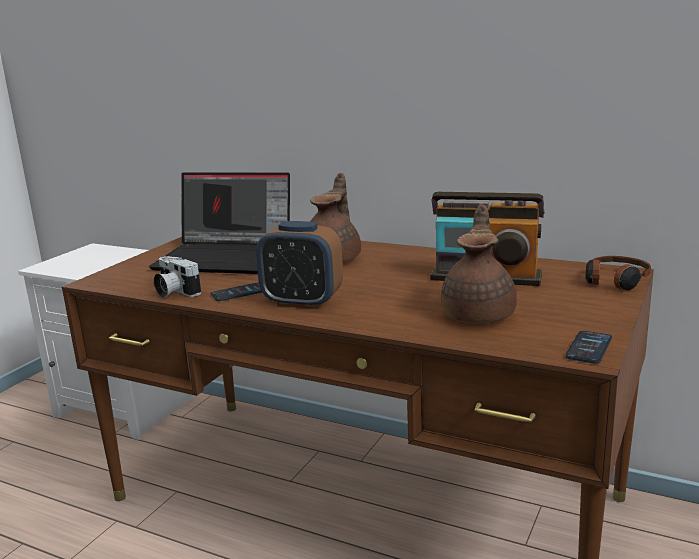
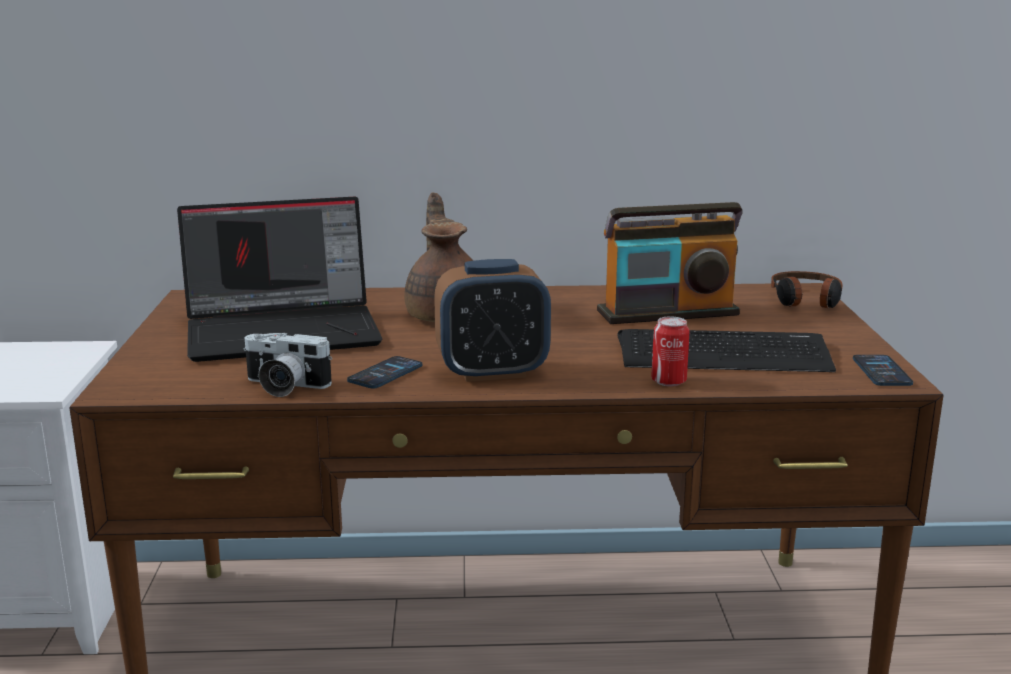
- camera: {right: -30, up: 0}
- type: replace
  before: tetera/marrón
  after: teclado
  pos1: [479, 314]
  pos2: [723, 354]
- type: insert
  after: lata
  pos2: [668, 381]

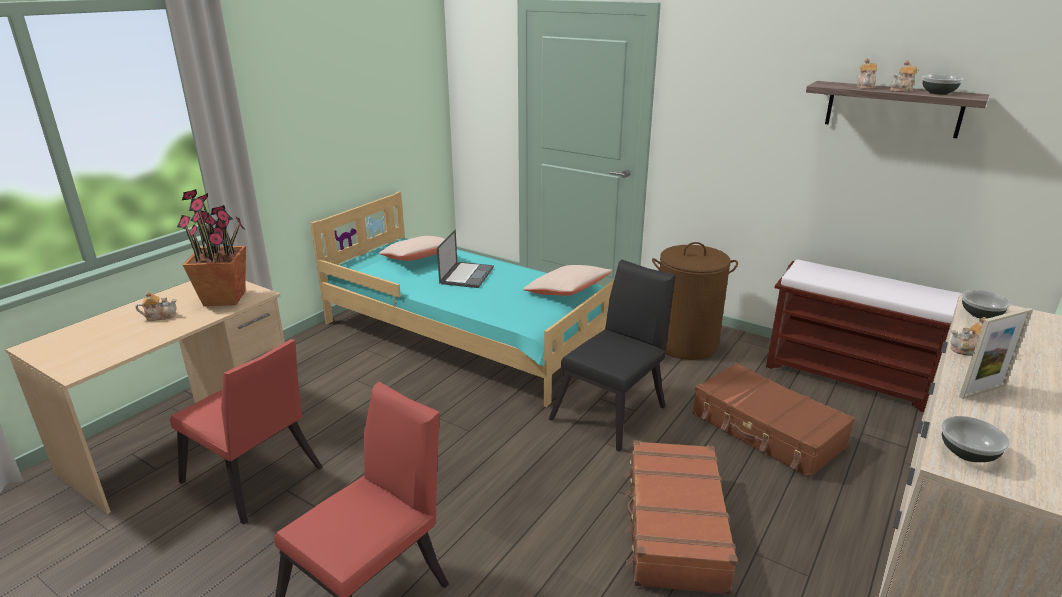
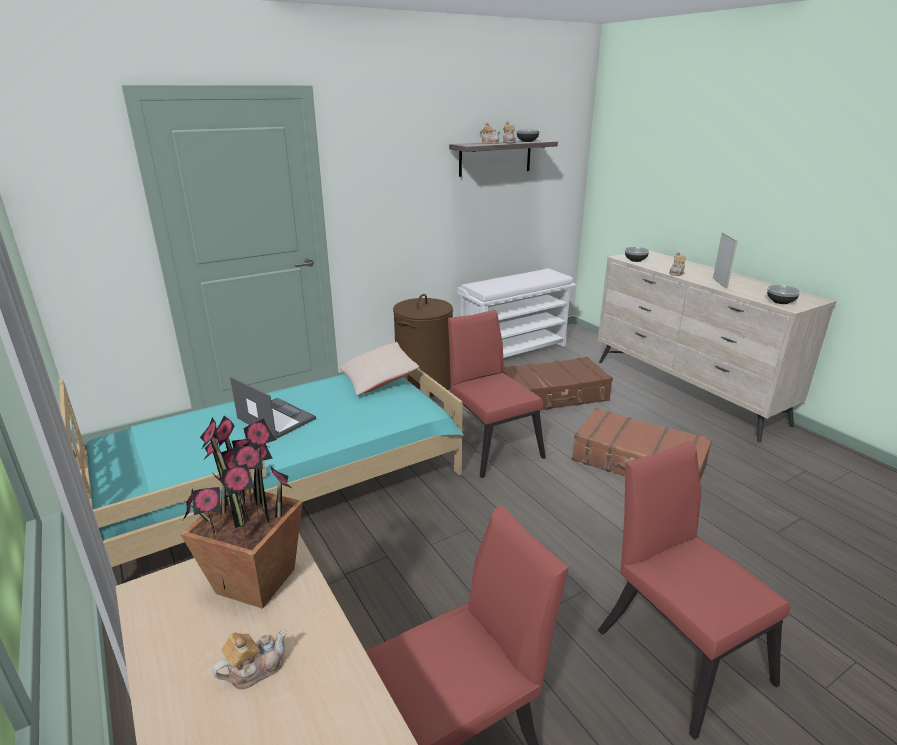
- camera: {right: -65, up: 0}
- type: delete
  before: cojín/beis
  pos1: [418, 259]
- type: recolor
  before: banco/marrón
  after: banco/blanco
  pos1: [849, 376]
  pos2: [514, 349]
- type: recolor
  before: silla/negro
  after: silla/rojo
  pos1: [613, 410]
  pos2: [490, 443]
- type: rotate
  before: tetera
  pos1: [160, 316]
  pos2: [254, 669]
  turn: 45

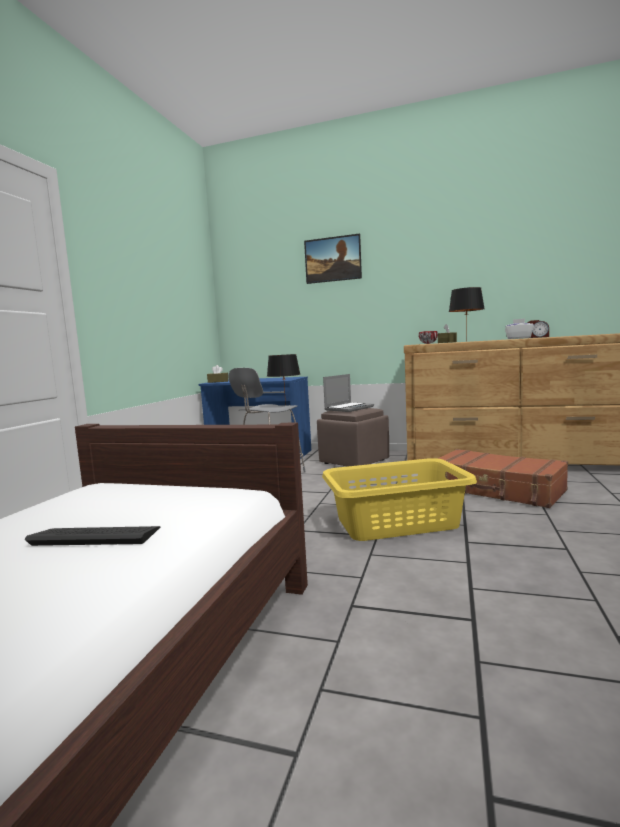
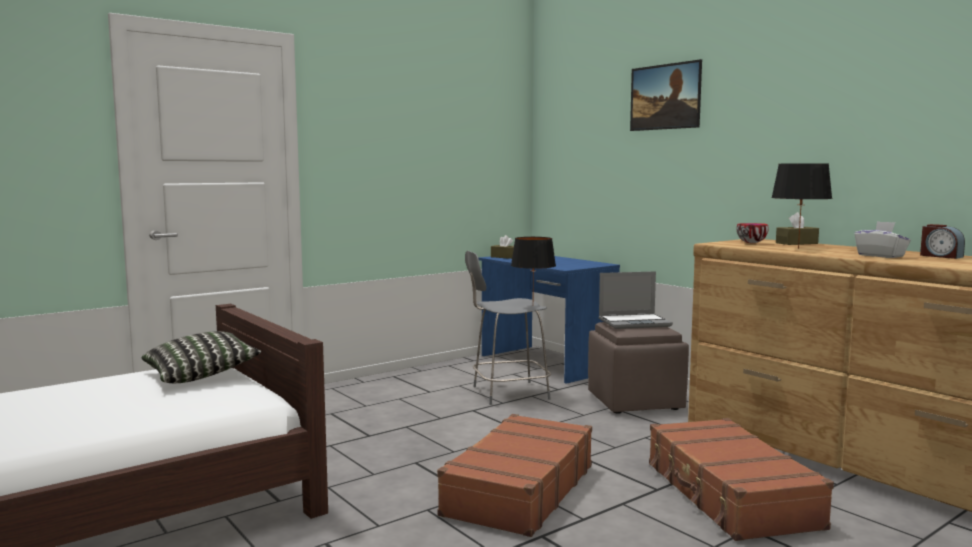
- camera: {right: 35, up: 0}
- type: replace
  before: cesto de la ropa/amarillo
  after: maleta/marrón
  pos1: [397, 523]
  pos2: [518, 490]
- type: delete
  before: teclado
  pos1: [96, 536]
- type: insert
  after: cojín
  pos2: [201, 375]

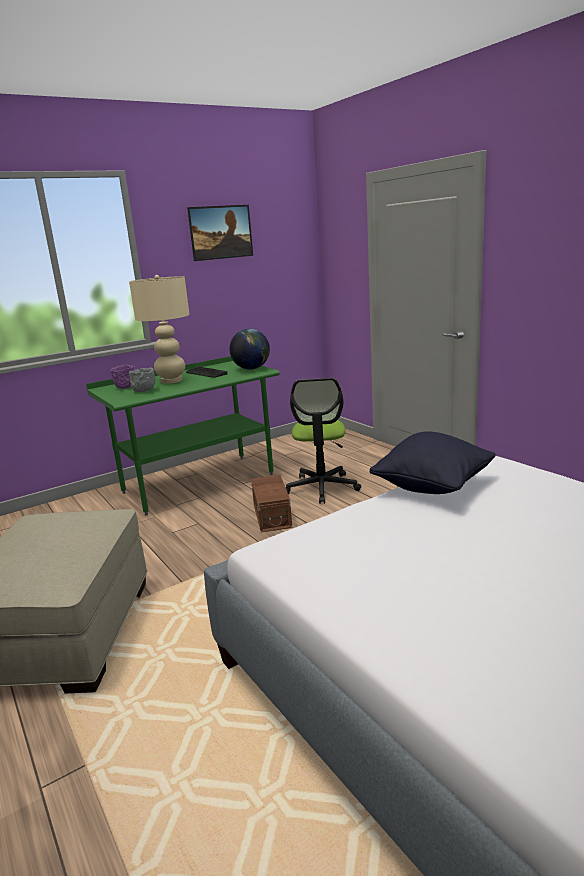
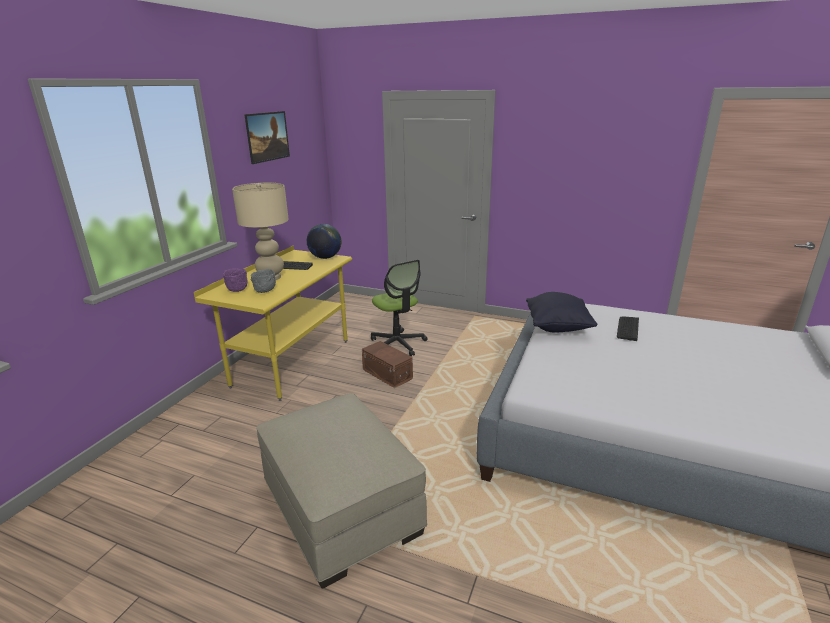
- camera: {right: -35, up: 5}
- type: recolor
  before: escritorio/verde
  after: escritorio/amarillo
  pos1: [198, 483]
  pos2: [292, 363]
- type: insert
  after: teclado
  pos2: [627, 328]

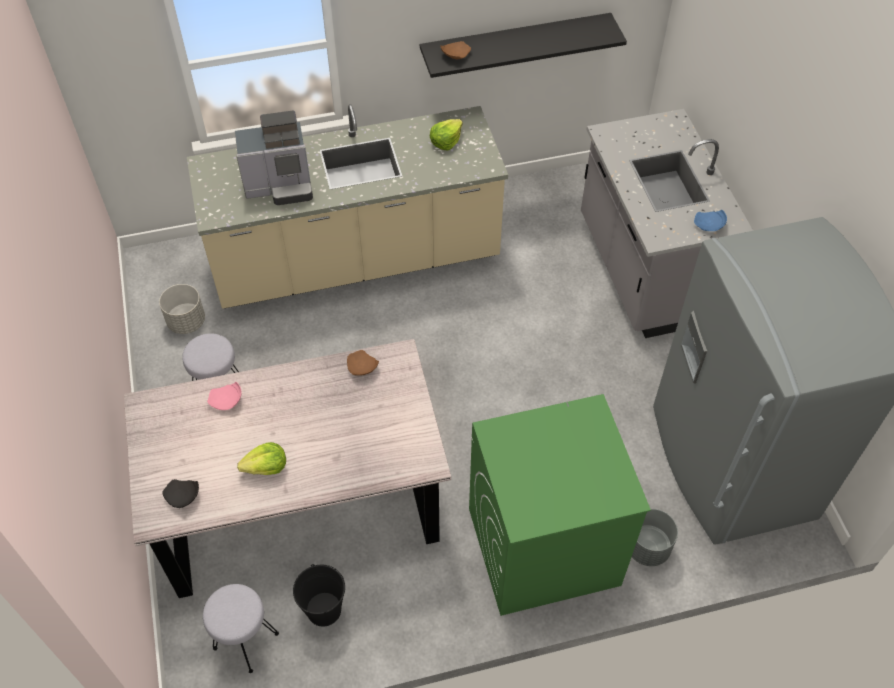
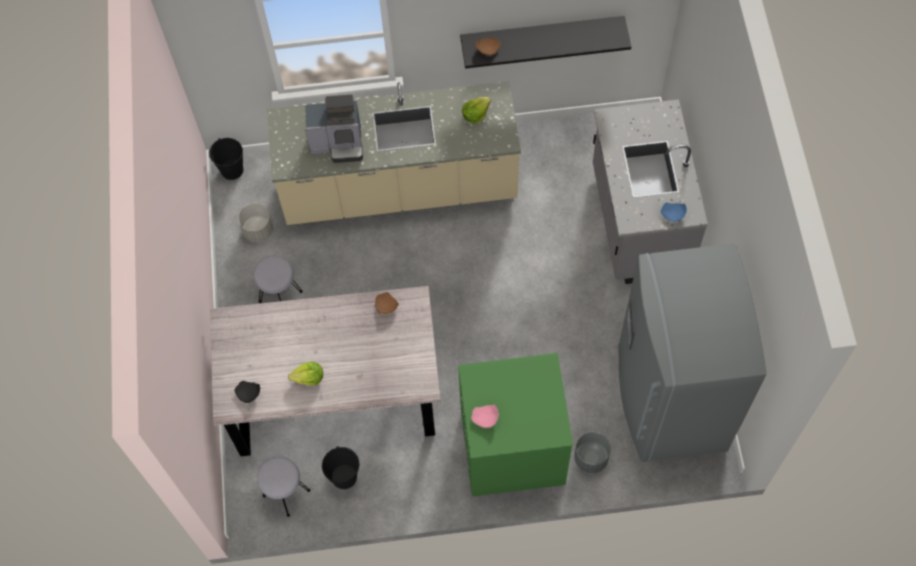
- camera: {right: 10, up: 10}
- type: move
  before: plato/rosa
  pos1: [226, 401]
  pos2: [485, 418]
- type: insert
  after: cubo/negro
  pos2: [232, 169]

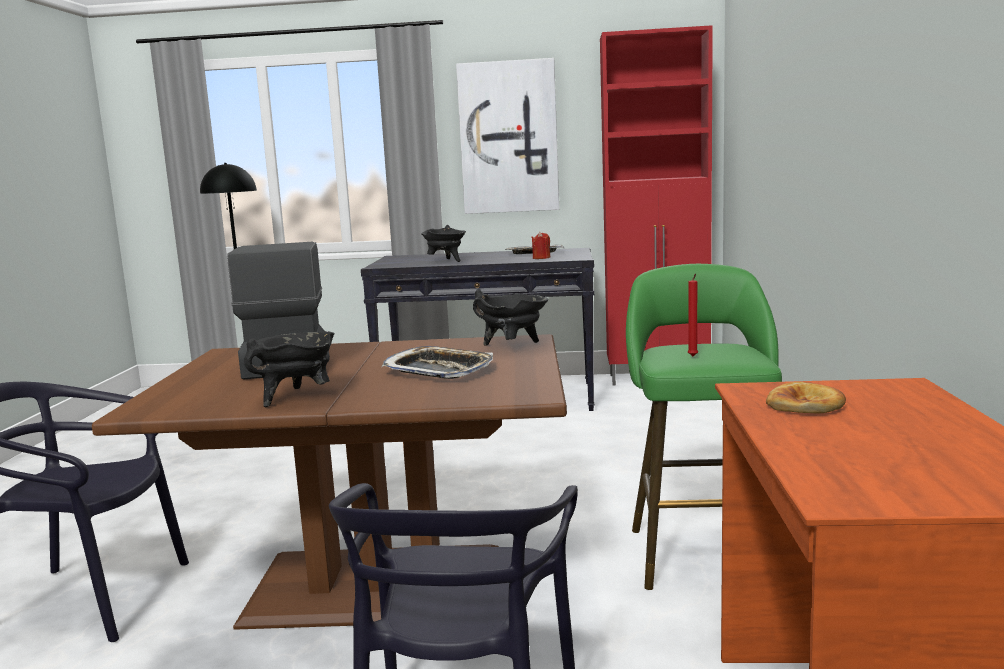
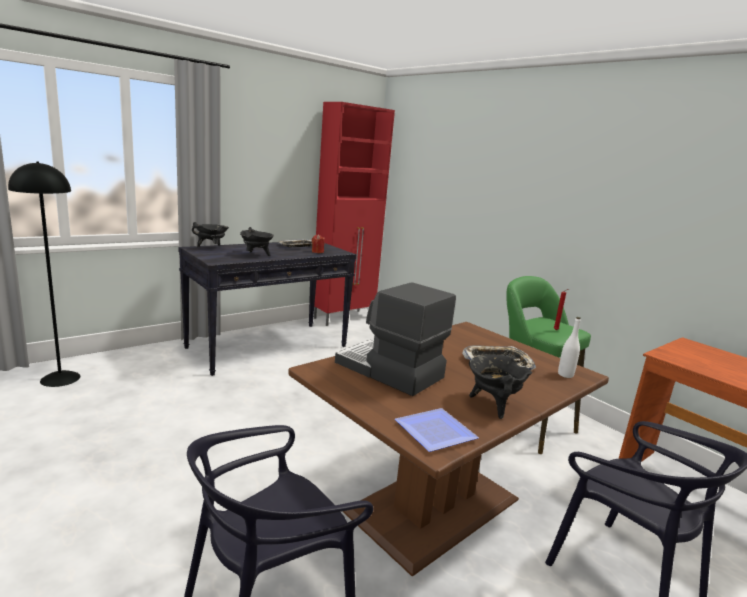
- camera: {right: -45, up: 5}
- type: delete
  before: cuadro
  pos1: [508, 137]
- type: move
  before: olla/negro
  pos1: [512, 347]
  pos2: [211, 247]
- type: delete
  before: pan
  pos1: [805, 405]
- type: insert
  after: botella/blanco
  pos2: [565, 375]
- type: insert
  after: plato
  pos2: [434, 434]

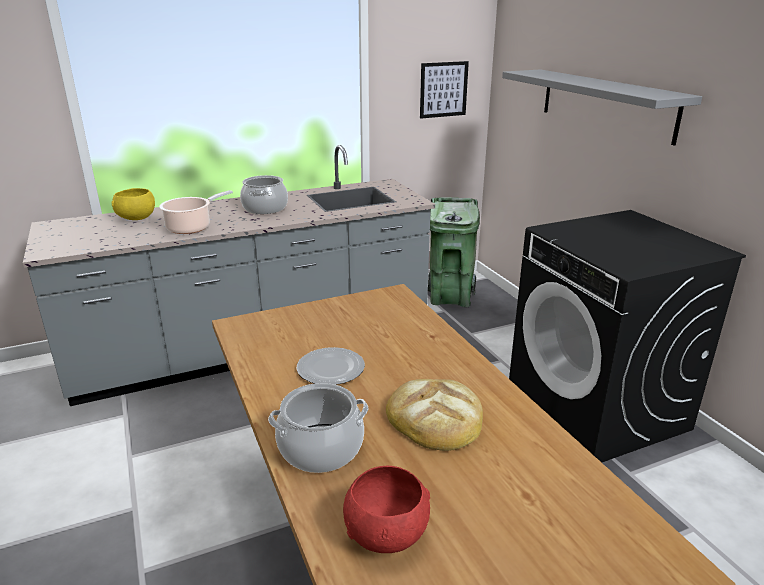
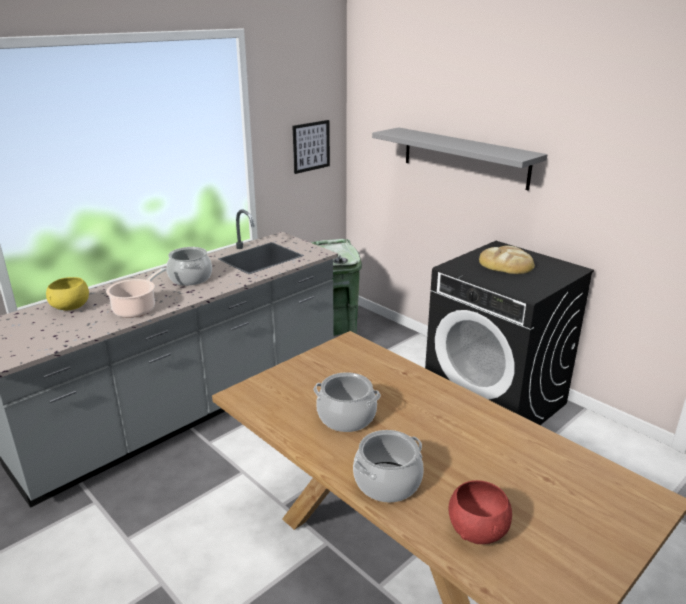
- camera: {right: -20, up: 0}
- type: replace
  before: plato
  after: olla
  pos1: [329, 369]
  pos2: [346, 417]
- type: move
  before: pan
  pos1: [435, 417]
  pos2: [506, 264]

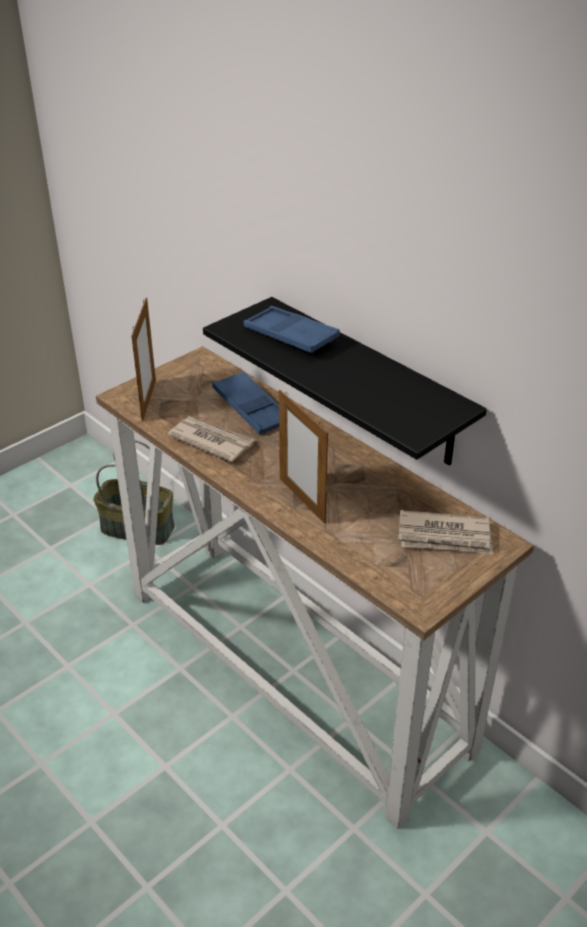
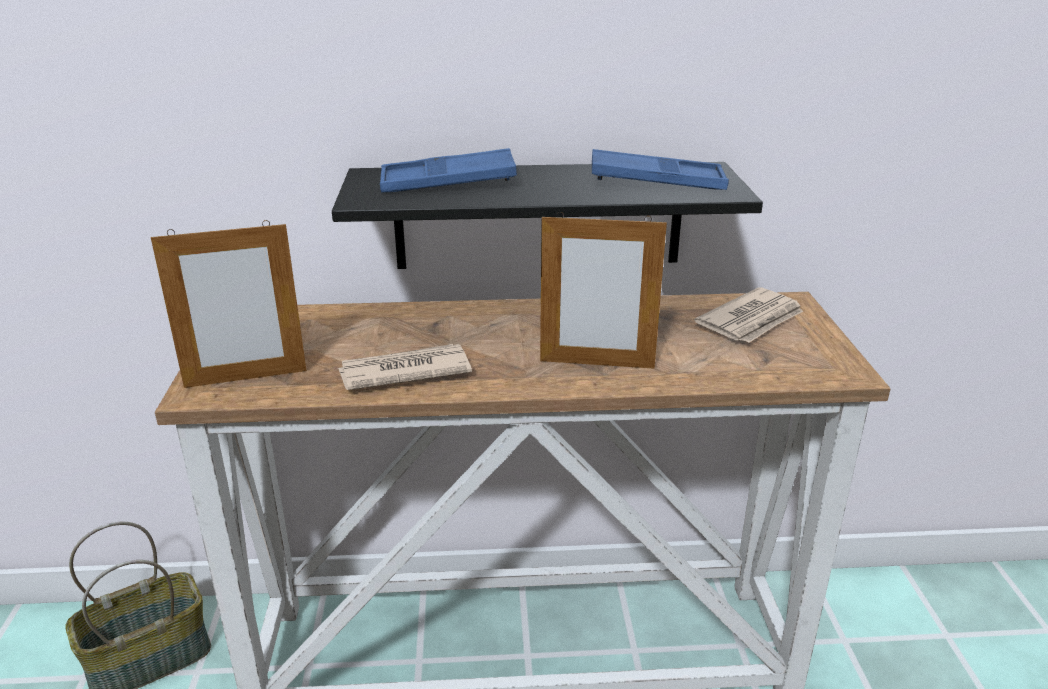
- camera: {right: -50, up: -10}
- type: rotate
  before: portarretratos
  pos1: [148, 400]
  pos2: [246, 378]
  turn: 120
- type: move
  before: bandeja/azul
  pos1: [251, 408]
  pos2: [656, 181]

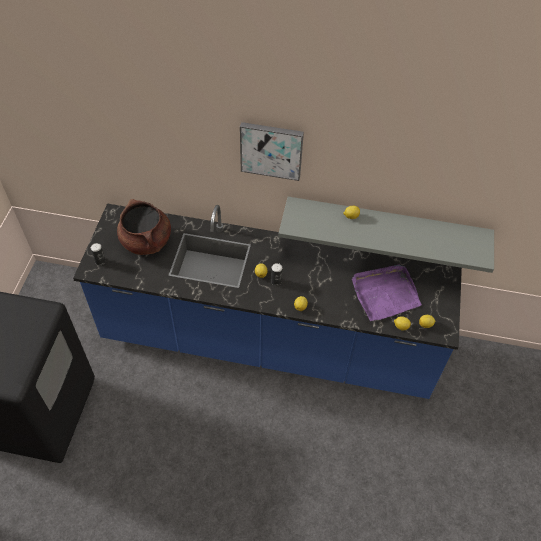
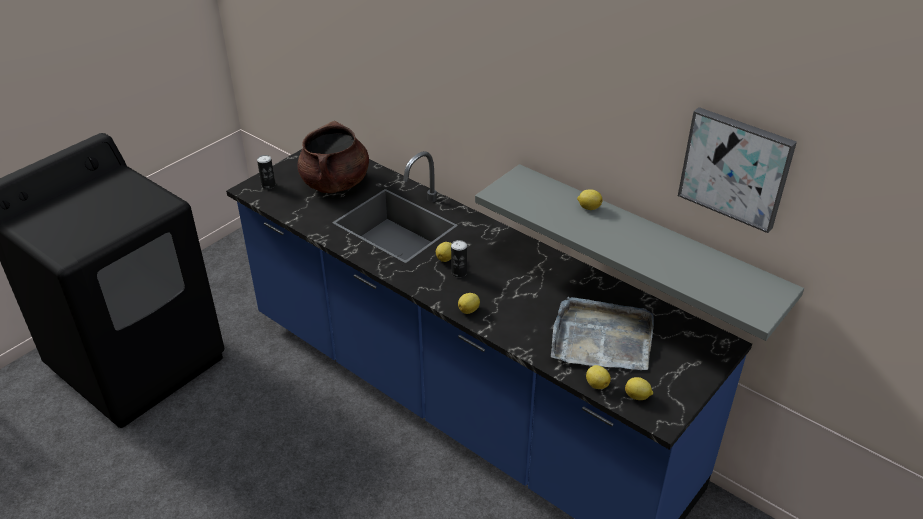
- camera: {right: 30, up: -15}
- type: move
  before: cuadro
  pos1: [271, 150]
  pos2: [736, 168]
- type: recolor
  before: bandeja/morado
  after: bandeja/gris
  pos1: [384, 294]
  pos2: [601, 338]

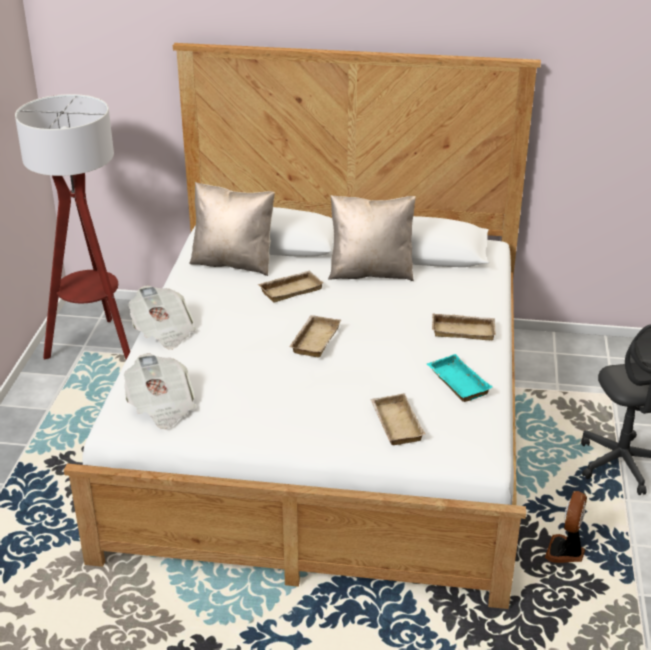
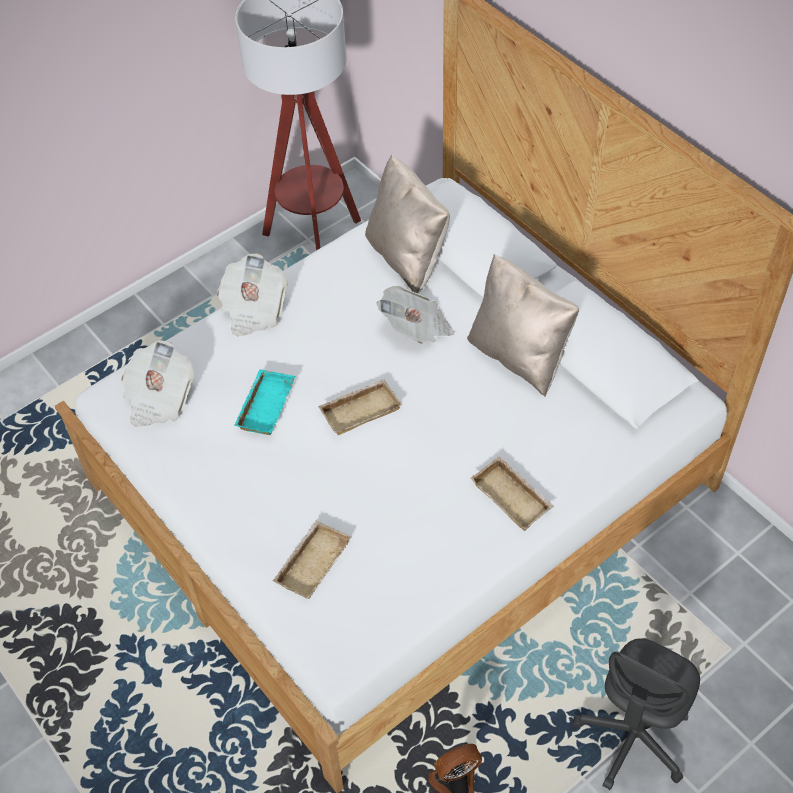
- camera: {right: 45, up: 20}
- type: replace
  before: bandeja/beis
  after: periódico
  pos1: [291, 289]
  pos2: [416, 328]
- type: move
  before: bandeja/turquesa
  pos1: [456, 382]
  pos2: [264, 405]

